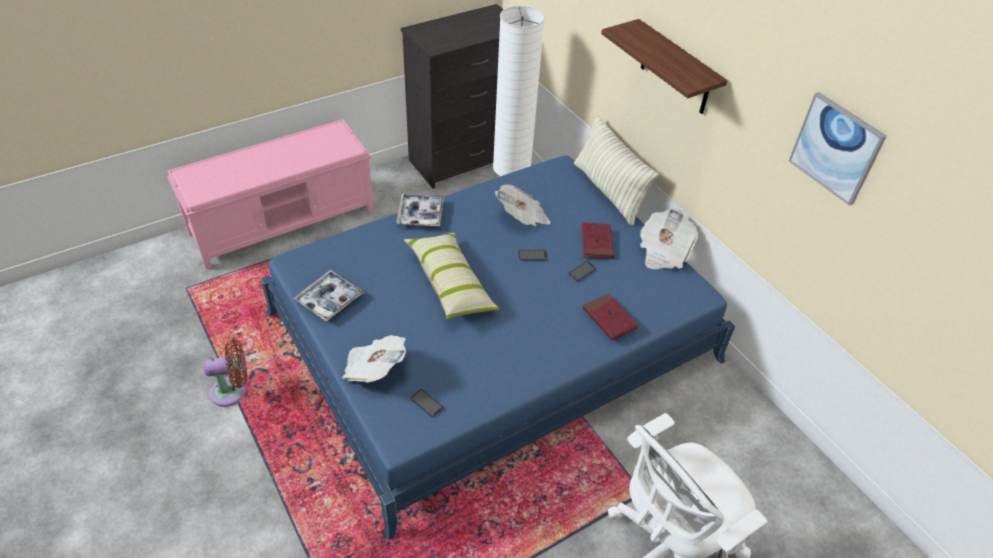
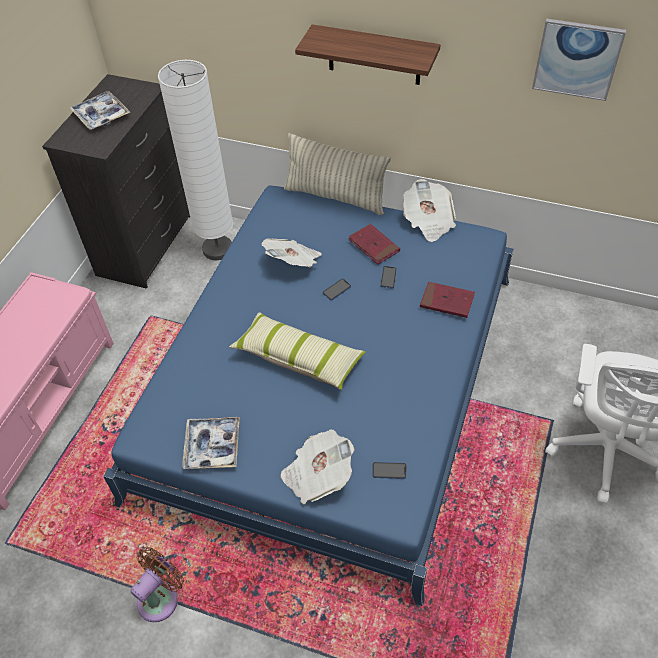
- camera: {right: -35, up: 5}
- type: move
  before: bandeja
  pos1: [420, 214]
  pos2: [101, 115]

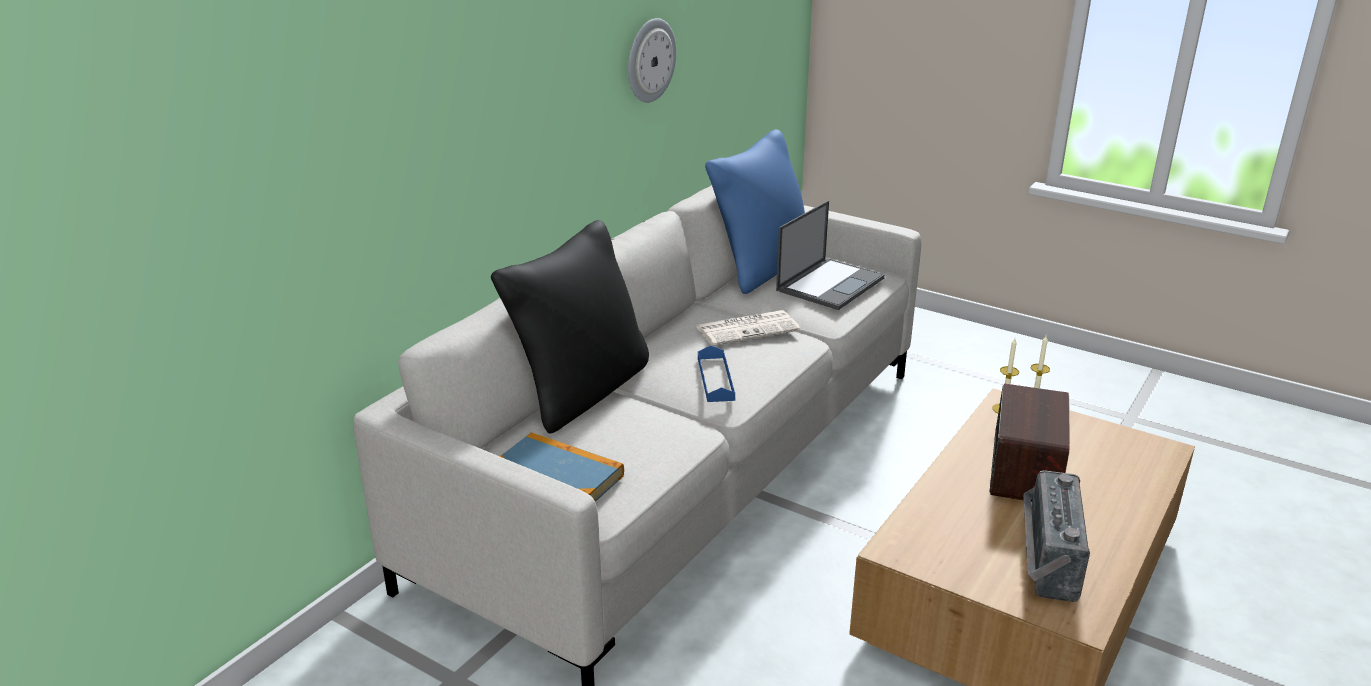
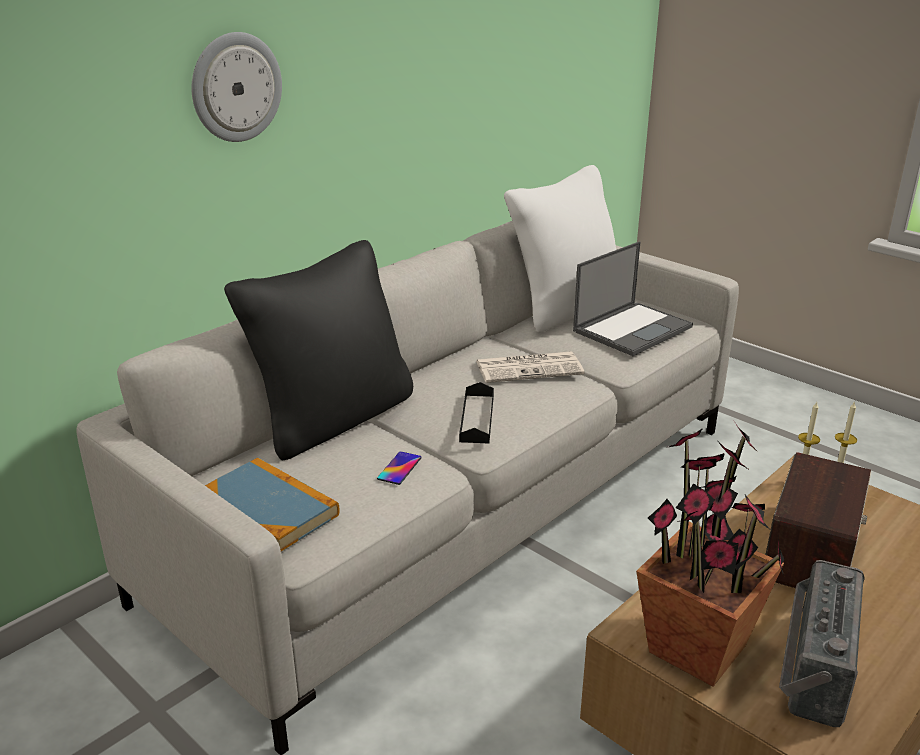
- camera: {right: 10, up: 0}
- type: move
  before: reloj de pared
  pos1: [650, 60]
  pos2: [236, 87]
- type: recolor
  before: cojín/azul
  after: cojín/blanco
  pos1: [760, 267]
  pos2: [565, 306]
- type: recolor
  before: bandeja/azul
  after: bandeja/negro
  pos1: [715, 379]
  pos2: [477, 418]
- type: insert
  after: planta en maceta
  pos2: [697, 650]
- type: insert
  after: móvil
  pos2: [399, 468]

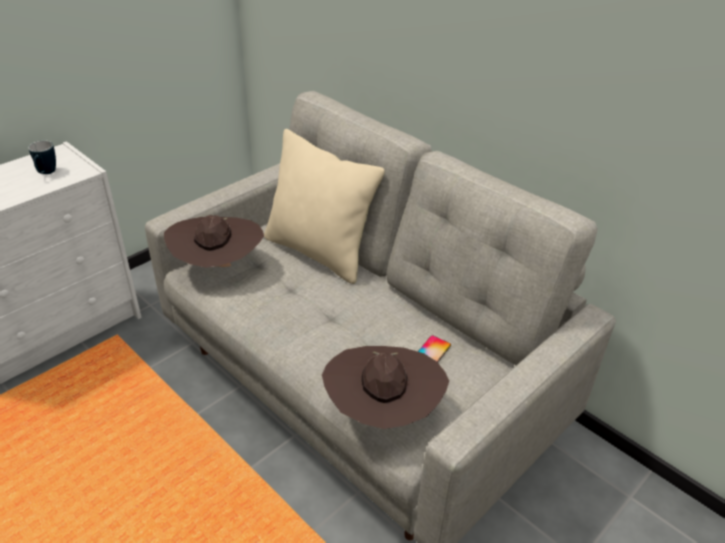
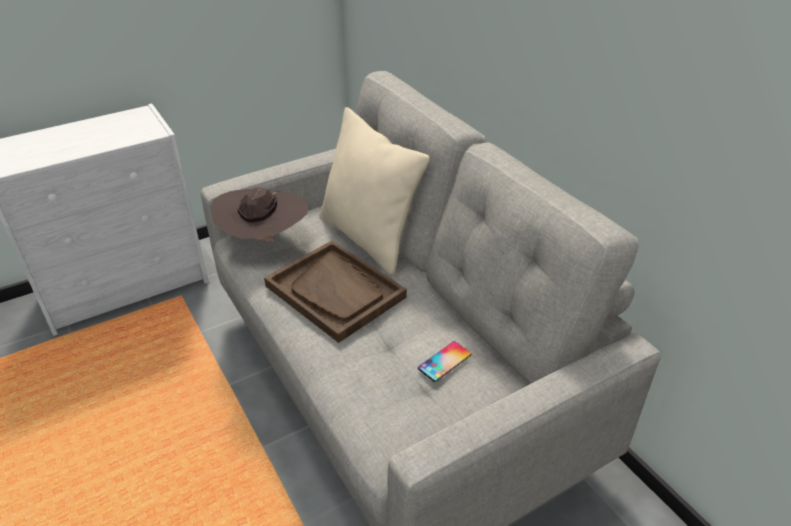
- camera: {right: 15, up: 0}
- type: delete
  before: taza grande
  pos1: [46, 173]
- type: delete
  before: sombrero/marrón
  pos1: [382, 412]
- type: insert
  after: bandeja/marrón
  pos2: [335, 292]

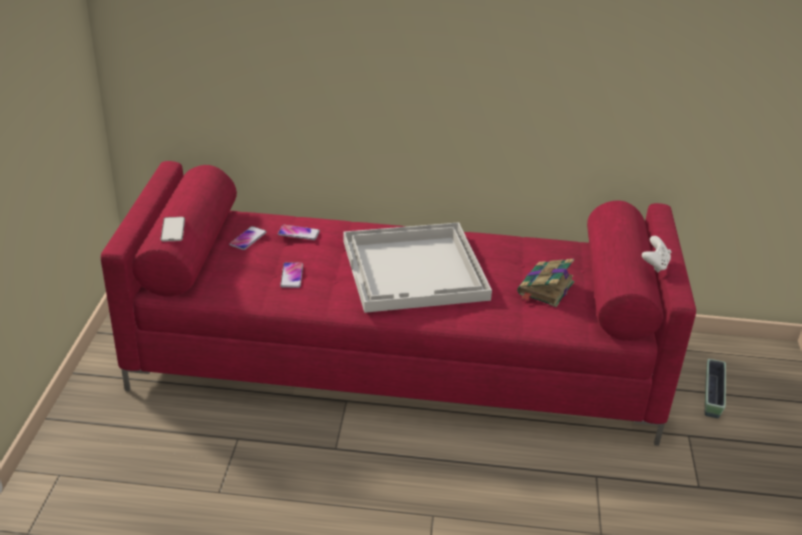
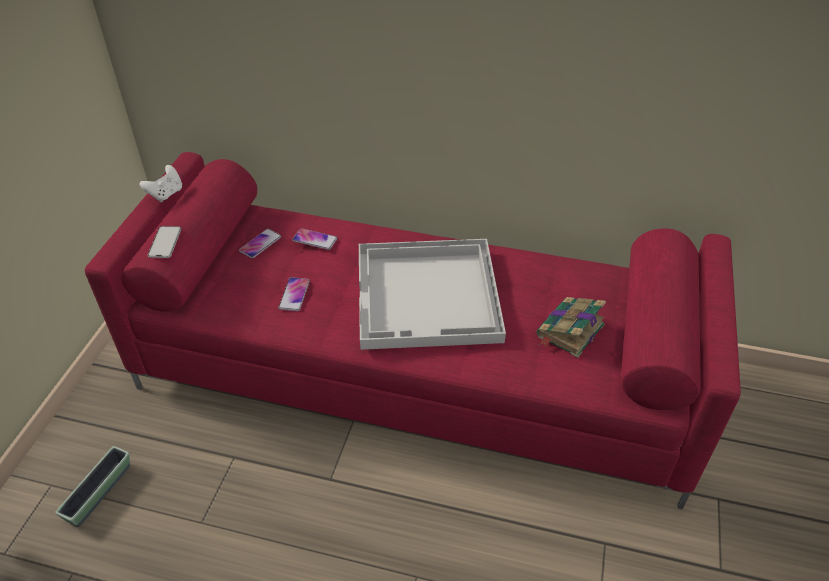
- camera: {right: 10, up: 10}
- type: move
  before: mando de consola/blanco
  pos1: [654, 265]
  pos2: [166, 194]
- type: move
  before: maceta
  pos1: [712, 396]
  pos2: [99, 493]

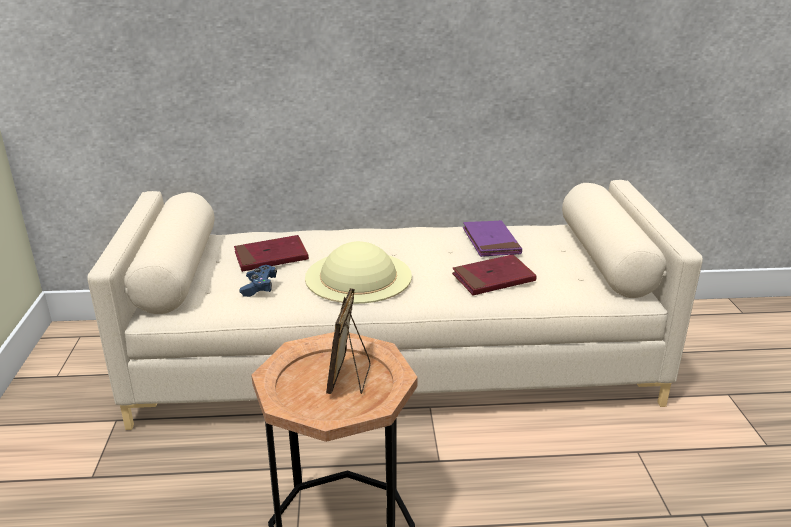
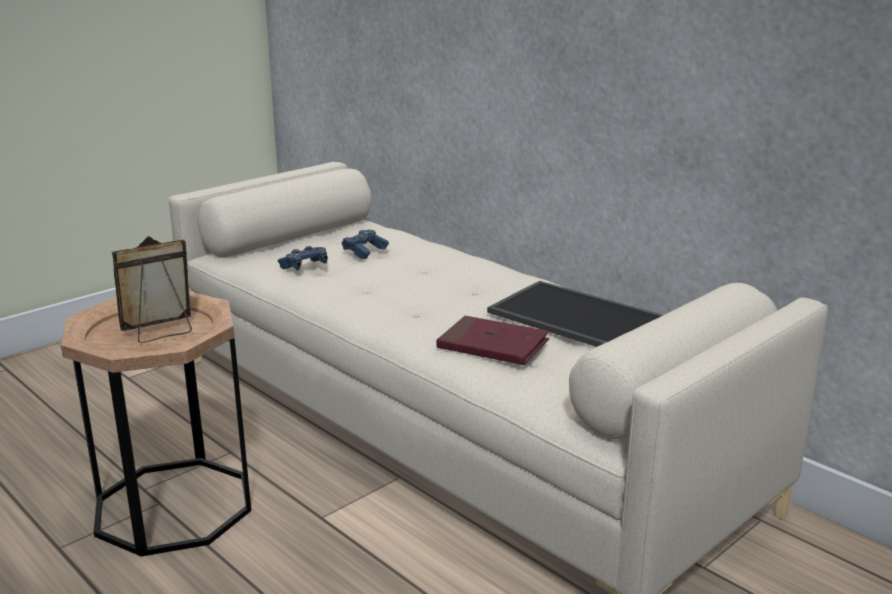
- camera: {right: 50, up: -5}
- type: replace
  before: libro/morado
  after: bandeja
  pos1: [491, 242]
  pos2: [576, 318]
- type: replace
  before: libro/rojo
  after: mando de consola/azul
  pos1: [271, 257]
  pos2: [365, 251]
- type: delete
  before: sombrero/beis
  pos1: [358, 276]

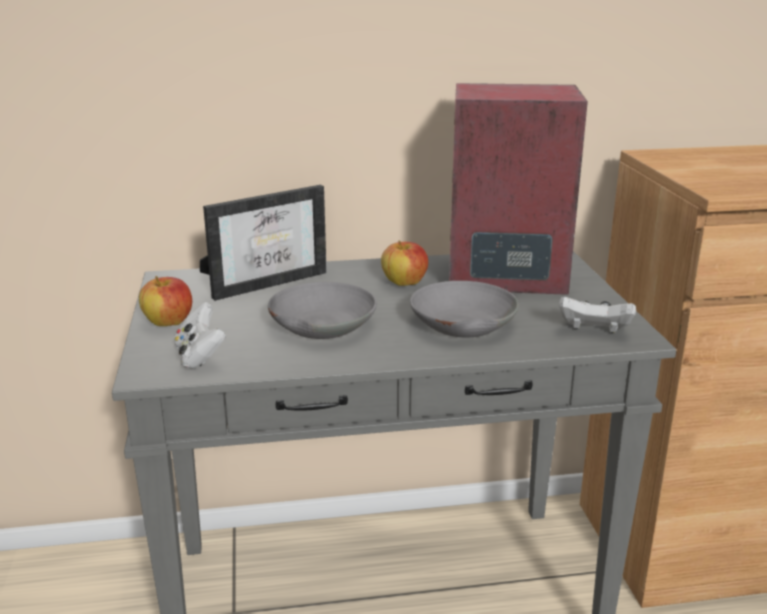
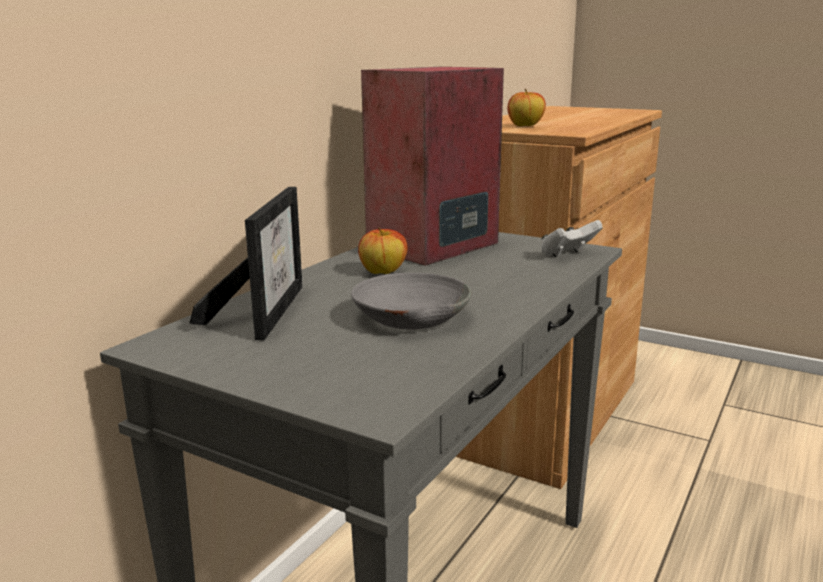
- camera: {right: -50, up: -5}
- type: move
  before: manzana
  pos1: [168, 323]
  pos2: [525, 126]
- type: delete
  before: cuenco/gris
  pos1: [460, 323]
- type: delete
  before: mando de consola/blanco
  pos1: [199, 356]

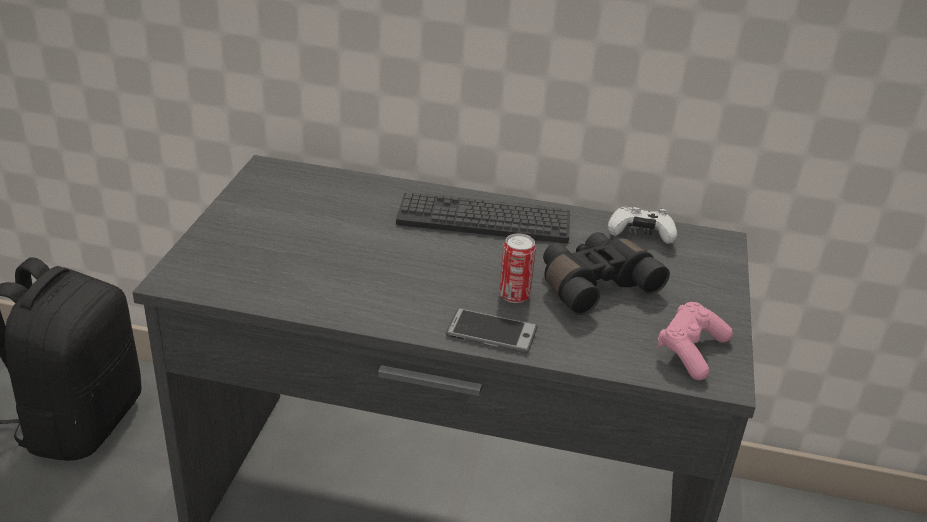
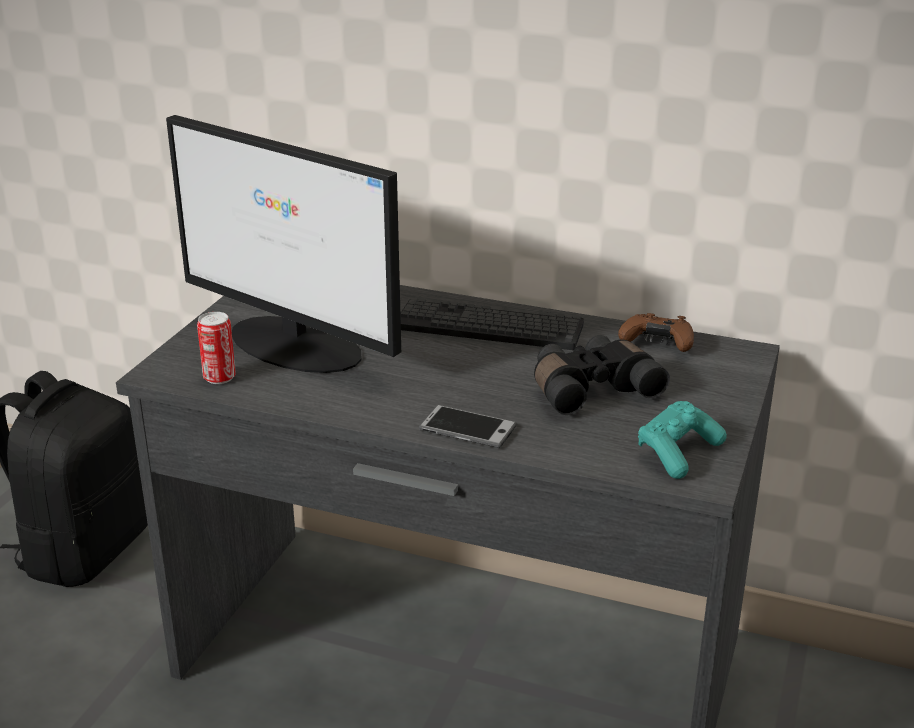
- camera: {right: 10, up: -5}
- type: recolor
  before: mando de consola/blanco
  after: mando de consola/marrón
  pos1: [640, 234]
  pos2: [657, 343]
- type: move
  before: lata
  pos1: [514, 295]
  pos2: [219, 377]
- type: recolor
  before: mando de consola/rosa
  after: mando de consola/turquesa
  pos1: [690, 351]
  pos2: [678, 453]
- type: insert
  after: monitor
  pos2: [296, 345]

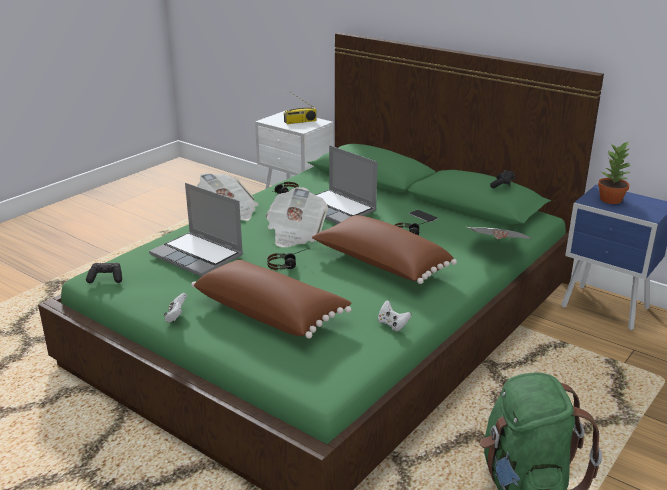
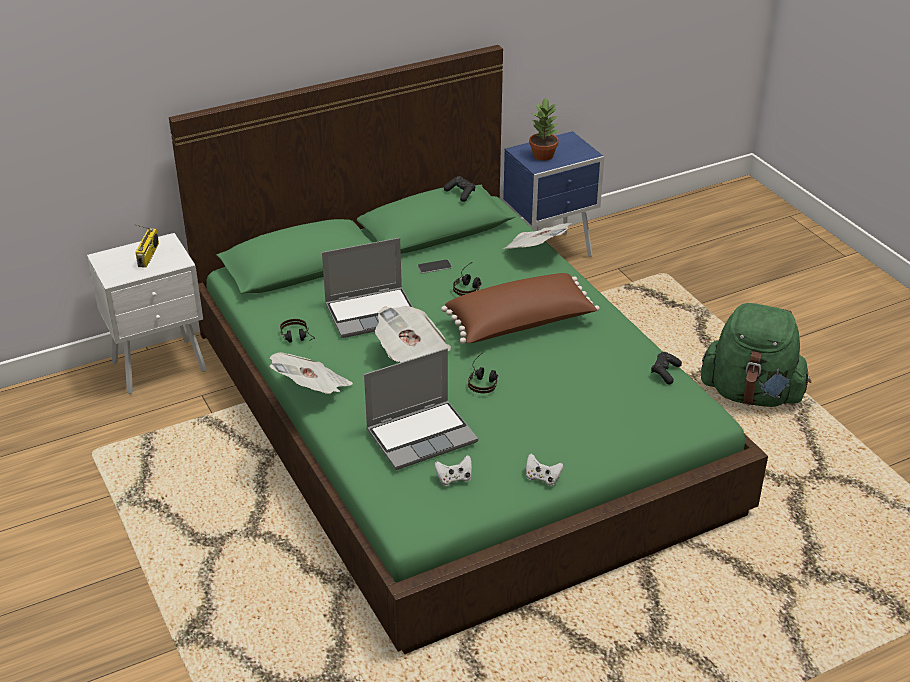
- camera: {right: -65, up: 10}
- type: delete
  before: cojín/marrón
  pos1: [271, 312]
- type: move
  before: mando de consola/negro
  pos1: [106, 278]
  pos2: [665, 372]
- type: move
  before: mando de consola/blanco
  pos1: [392, 325]
  pos2: [454, 478]

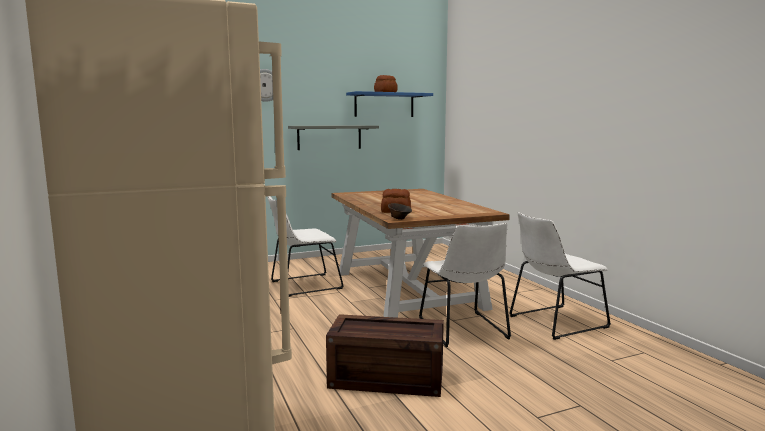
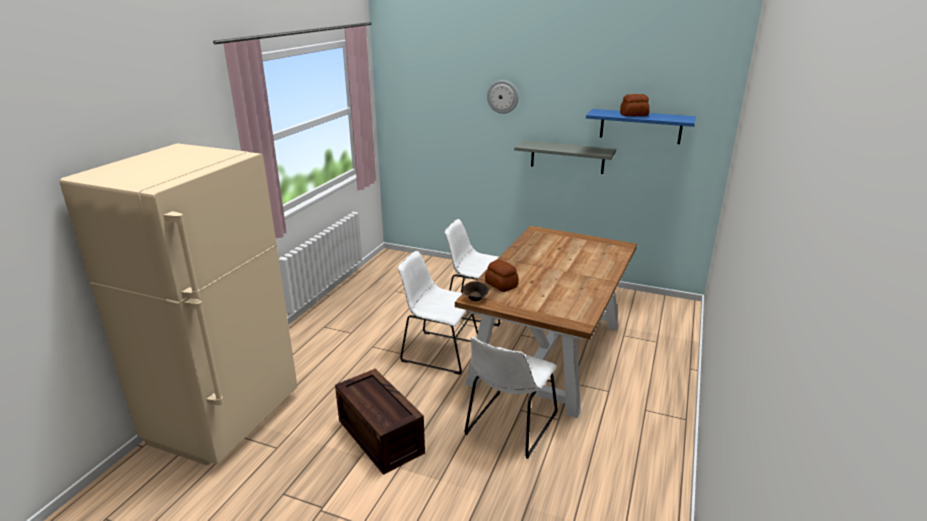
- camera: {right: 45, up: 15}
- type: move
  before: silla/blanco
  pos1: [554, 322]
  pos2: [437, 351]

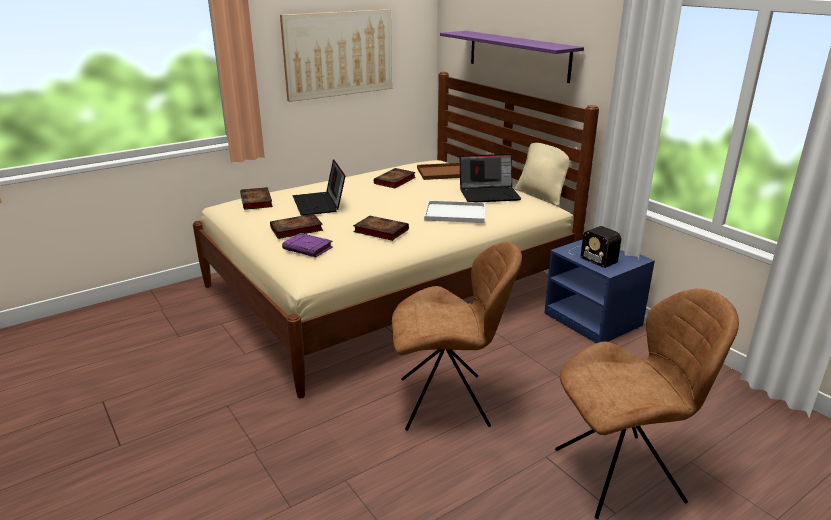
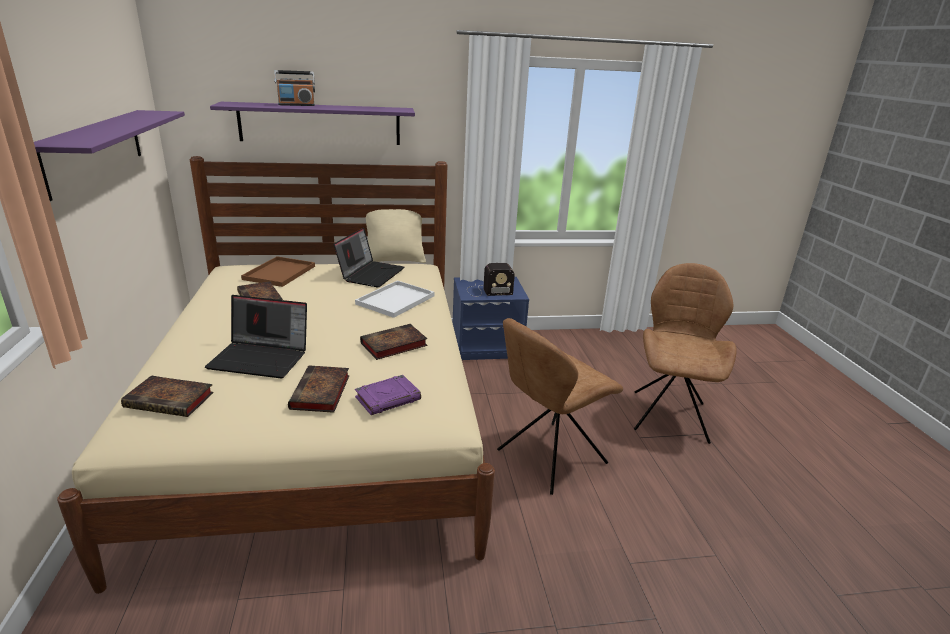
- camera: {right: -65, up: 0}
- type: replace
  before: cuadro
  after: estante/morado
  pos1: [339, 54]
  pos2: [95, 150]
- type: rotate
  before: silla/marrón
  pos1: [448, 402]
  pos2: [548, 458]
  turn: -150
- type: insert
  after: radio
  pos2: [296, 105]

